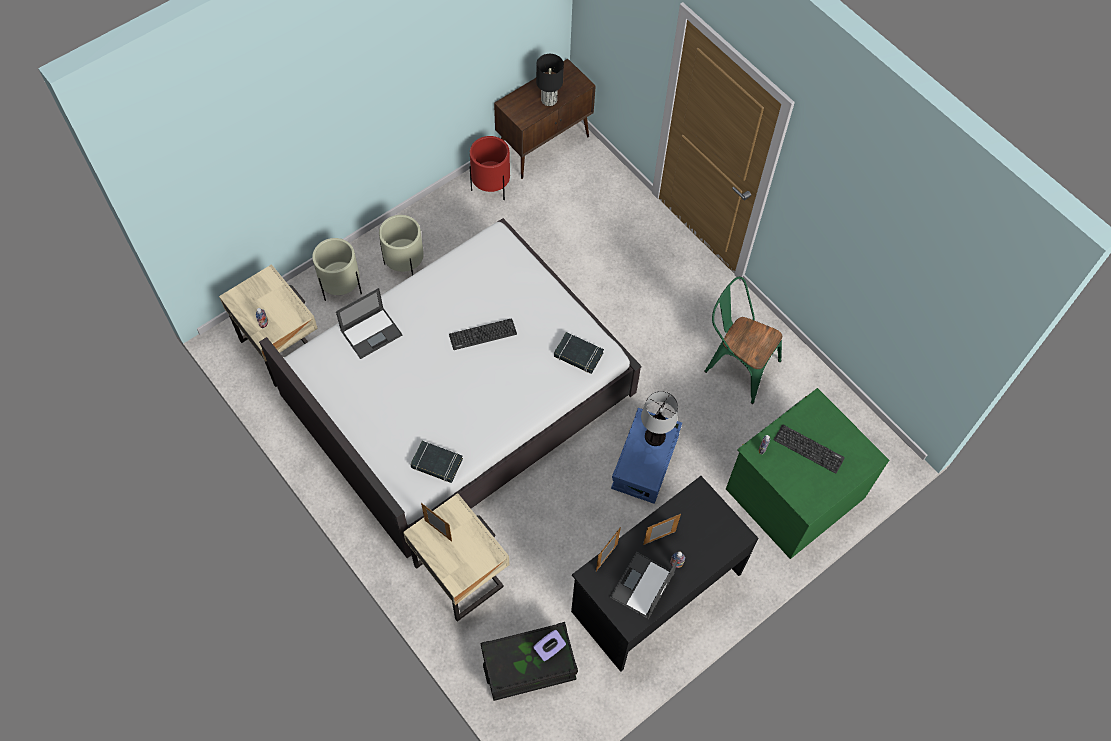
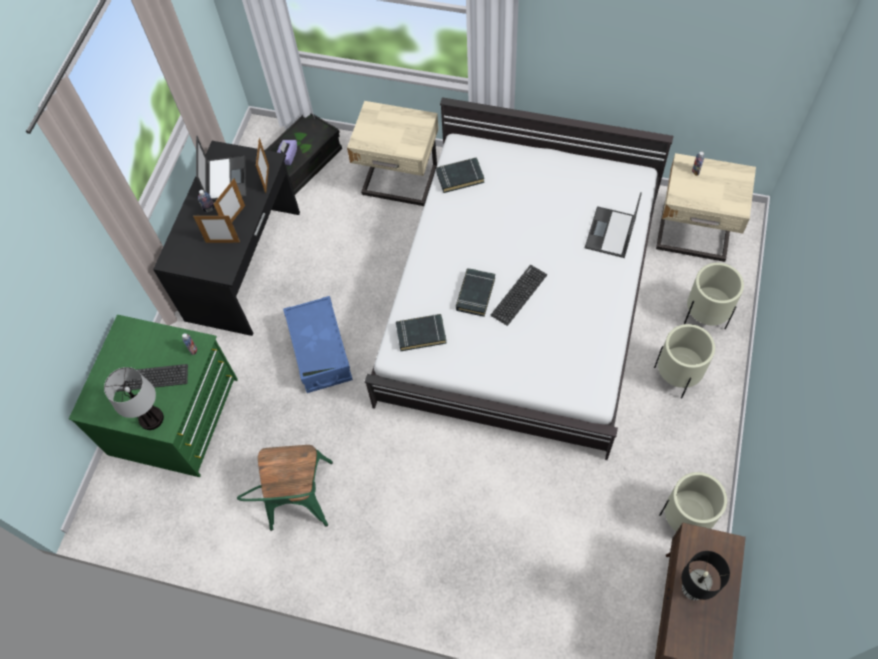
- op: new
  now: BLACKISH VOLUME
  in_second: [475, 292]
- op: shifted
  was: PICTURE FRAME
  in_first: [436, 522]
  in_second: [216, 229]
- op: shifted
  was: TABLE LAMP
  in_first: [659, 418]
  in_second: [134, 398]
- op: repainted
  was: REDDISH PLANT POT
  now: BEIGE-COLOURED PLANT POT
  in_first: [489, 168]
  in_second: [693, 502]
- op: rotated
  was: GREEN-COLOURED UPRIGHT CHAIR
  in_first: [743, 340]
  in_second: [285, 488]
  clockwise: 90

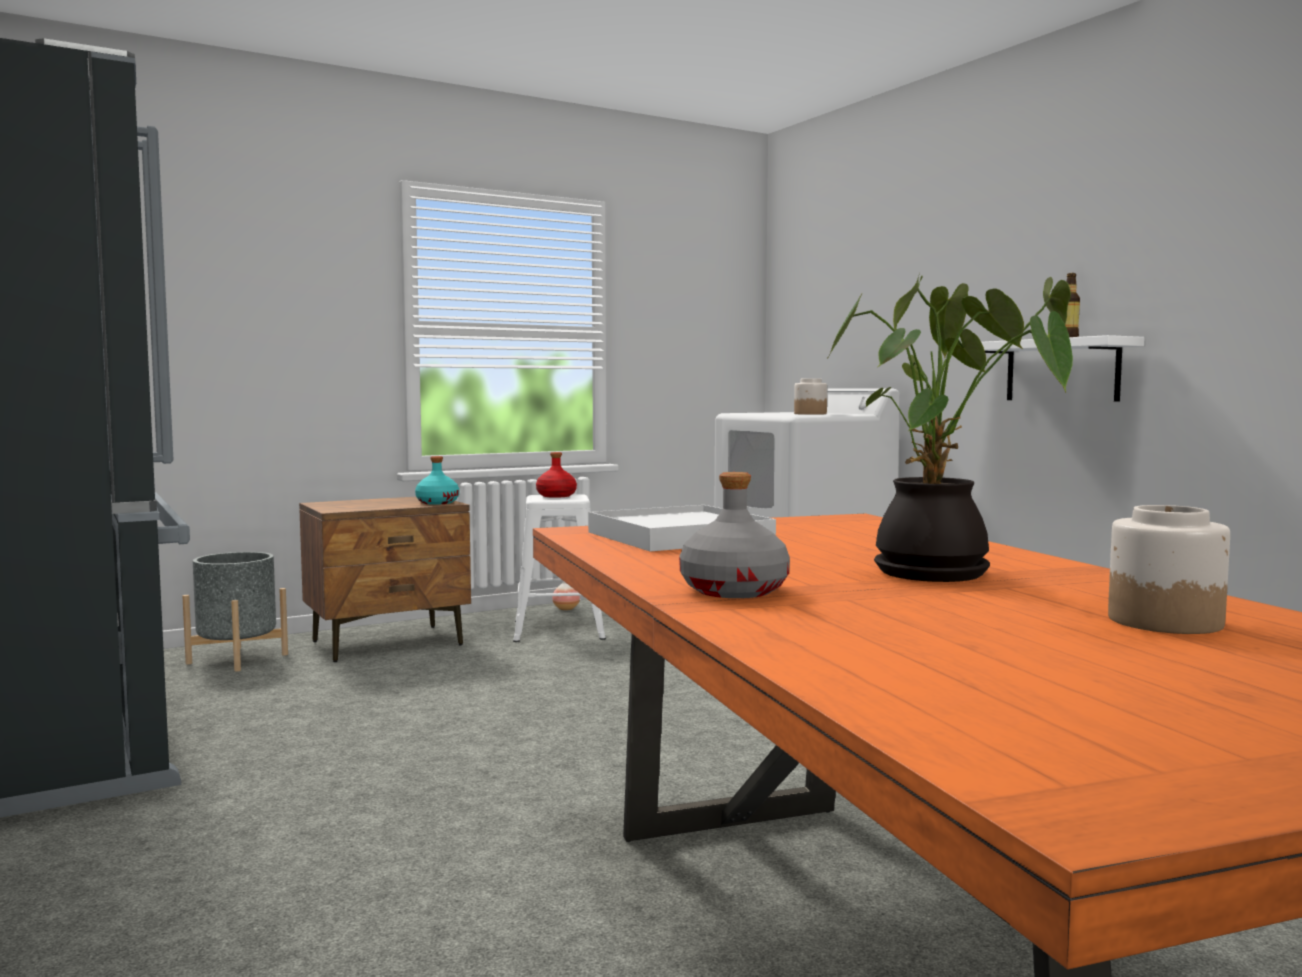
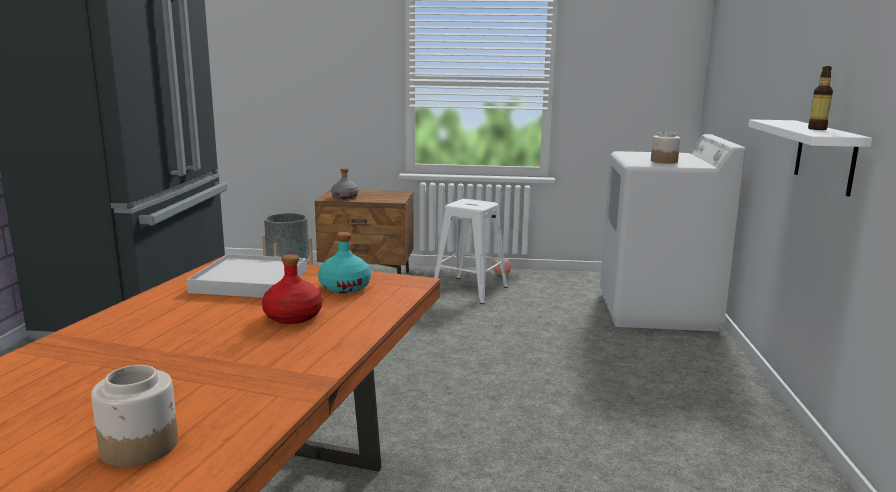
- op: gone
  was: PLANT IN A POT
  in_first: [950, 427]
- op: shifted
  was: TURQUOISE DRINK BOTTLE
  in_first: [437, 480]
  in_second: [344, 262]
- op: shifted
  was: REDDISH DRINK BOTTLE
  in_first: [556, 475]
  in_second: [292, 289]
- op: shifted
  was: GREYISH DRINK BOTTLE
  in_first: [734, 535]
  in_second: [345, 183]

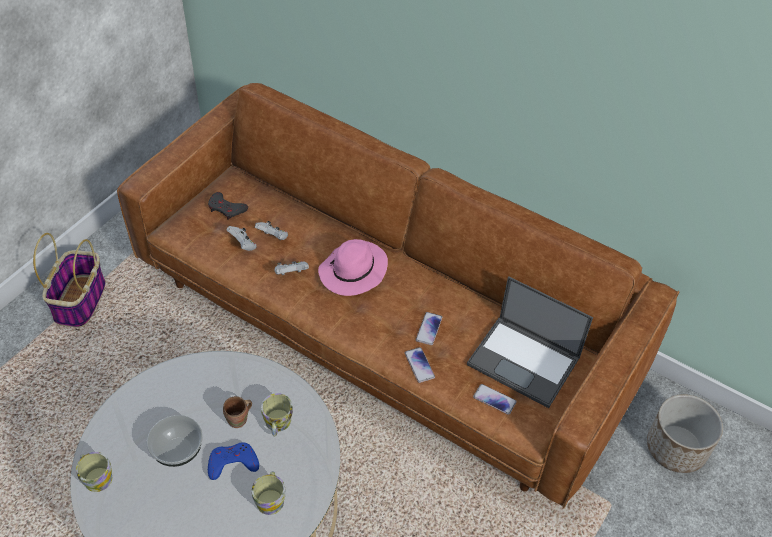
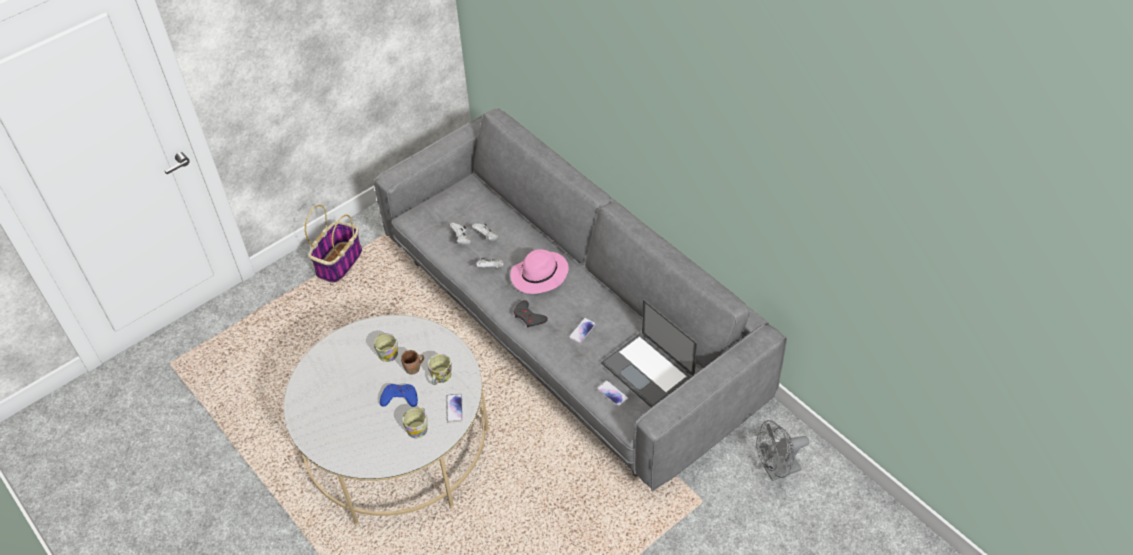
- op: gone
  was: BOWL
  in_first: [175, 441]
- op: shifted
  was: COFFEE MUG
  in_first: [94, 472]
  in_second: [386, 347]
- op: shifted
  was: GREYISH GAMEPAD
  in_first: [228, 206]
  in_second: [531, 314]
- op: shifted
  was: HANDSET
  in_first: [420, 365]
  in_second: [455, 408]
- op: swapped
  was: PLANT POT
  now: GREYISH COOLING FAN
  in_first: [685, 433]
  in_second: [782, 450]
- op: repainted
  was: BROWNISH COUCH
  now: GREYISH COUCH
  in_first: [398, 295]
  in_second: [580, 299]

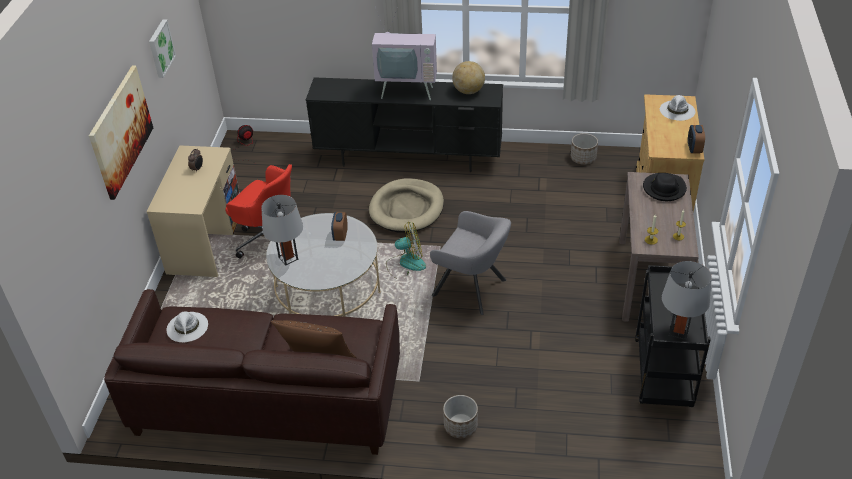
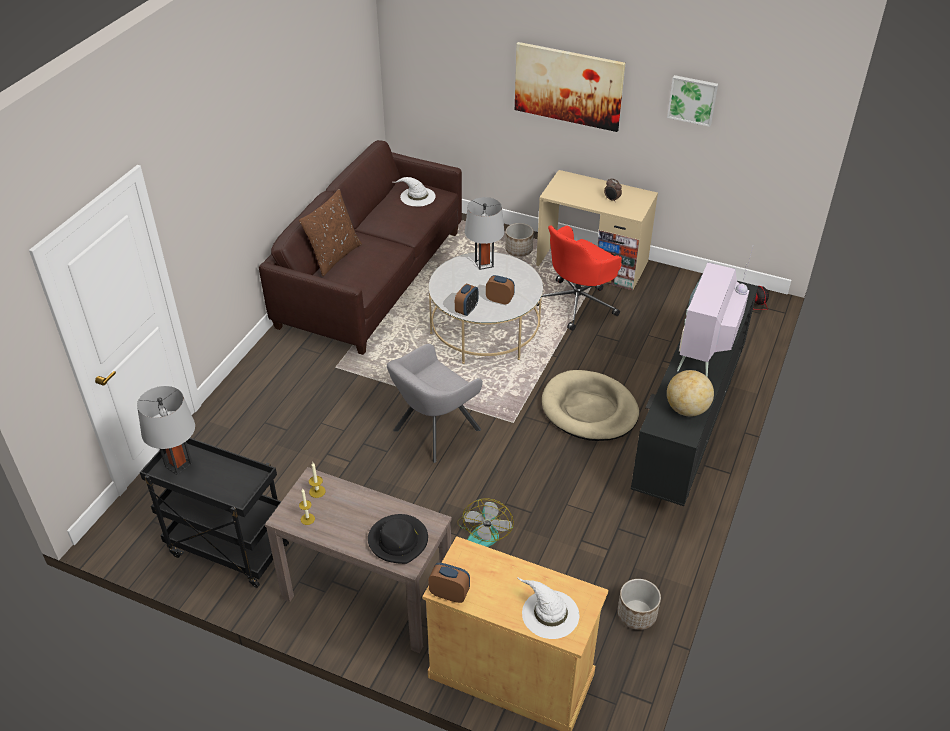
- op: new
  now: ALARM CLOCK
  in_second: [466, 300]
- op: shifted
  was: COOLING FAN
  in_first: [406, 249]
  in_second: [485, 522]
- op: shifted
  was: PLANT POT
  in_first: [460, 416]
  in_second: [519, 240]

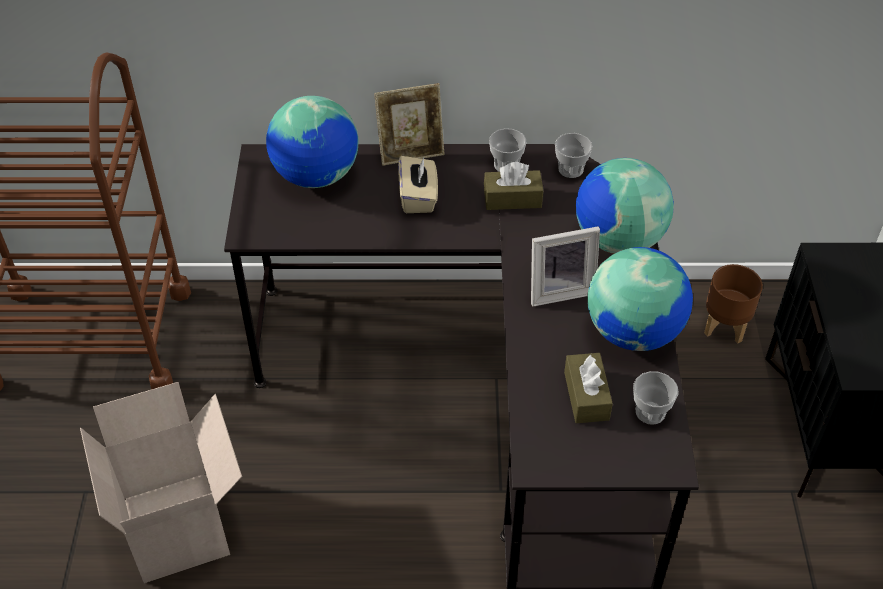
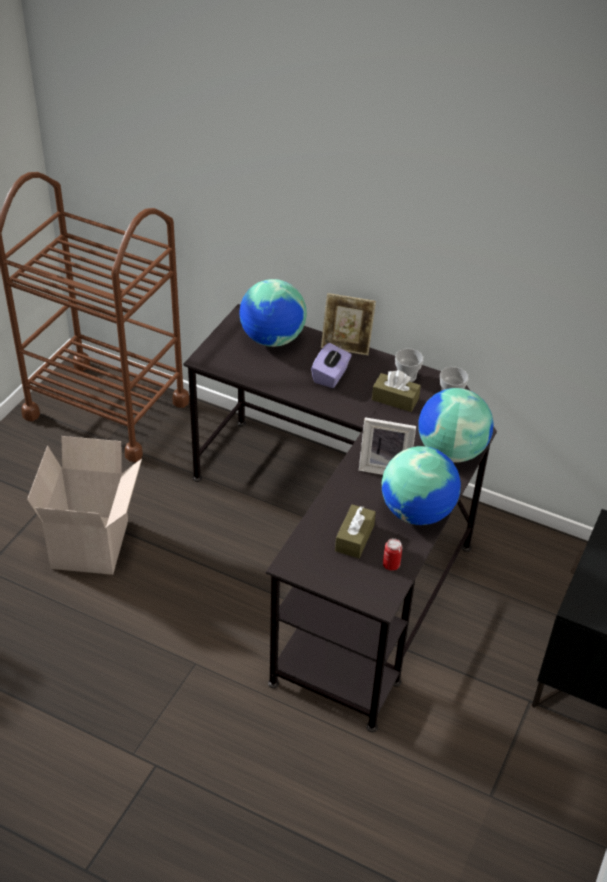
- op: gone
  was: BROWNISH PLANT POT
  in_first: [733, 304]
- op: swapped
  was: CUP
  now: SEALED CAN
  in_first: [656, 397]
  in_second: [393, 554]
- op: repainted
  was: BEIGE-COLOURED TISSUE HOLDER
  now: PURPLISH TISSUE HOLDER
  in_first: [418, 184]
  in_second: [331, 365]

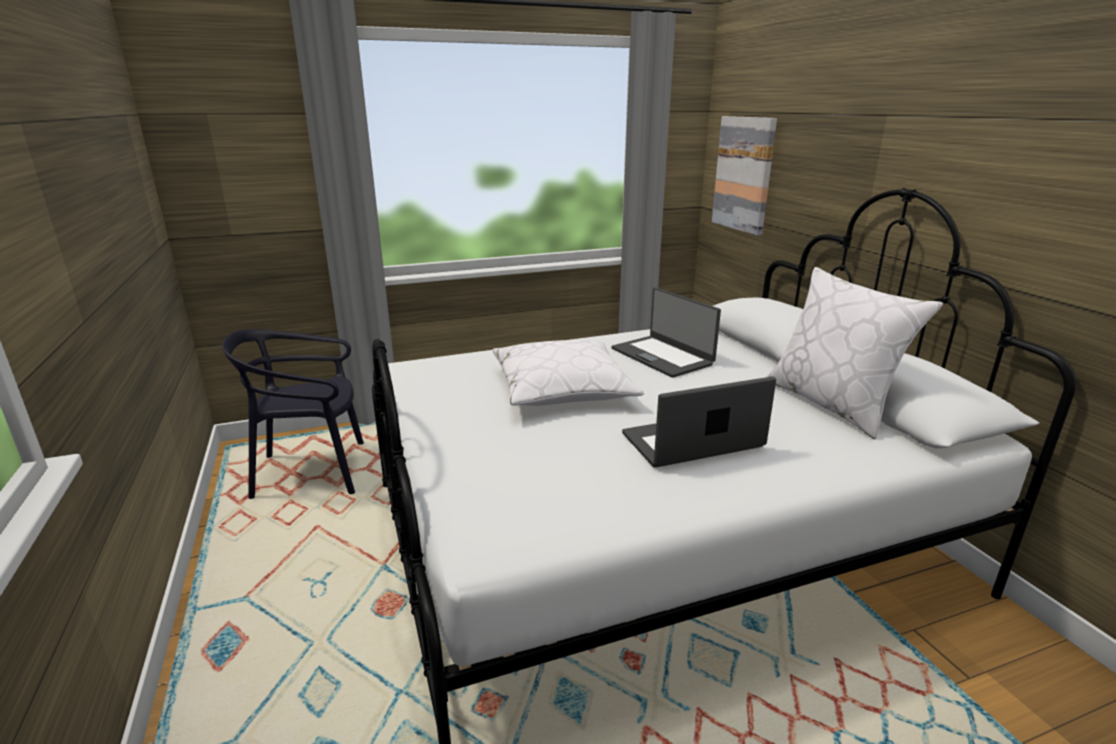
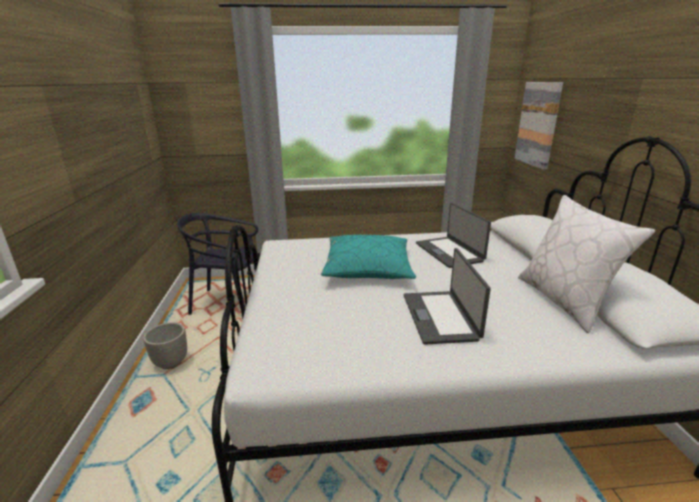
- op: new
  now: PLANT POT
  in_second: [165, 345]
- op: repainted
  was: WHITE-COLOURED CUSHION
  now: TURQUOISE CUSHION
  in_first: [568, 373]
  in_second: [368, 257]
- op: rotated
  was: NOTEBOOK COMPUTER
  in_first: [699, 422]
  in_second: [447, 296]
  clockwise: -90

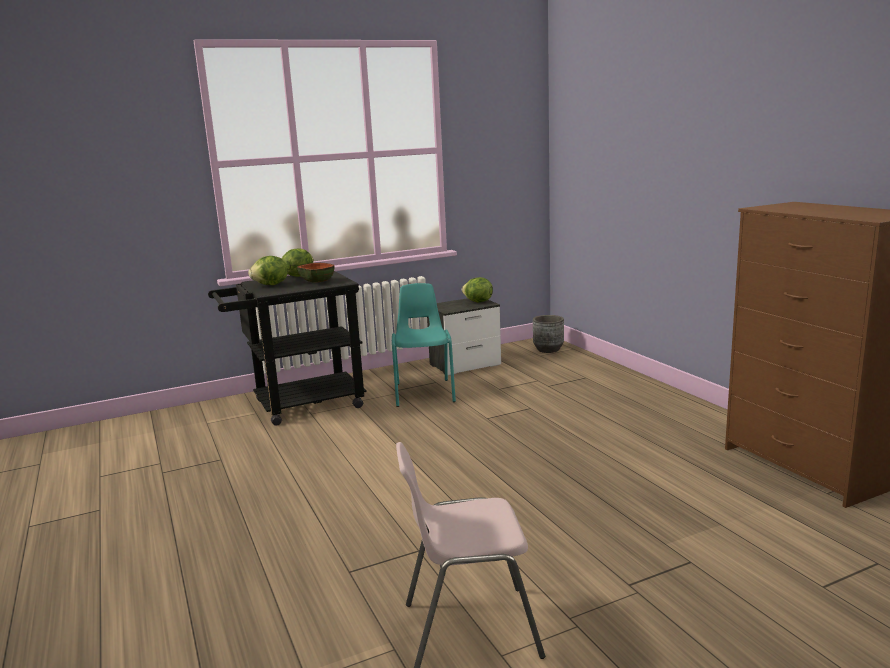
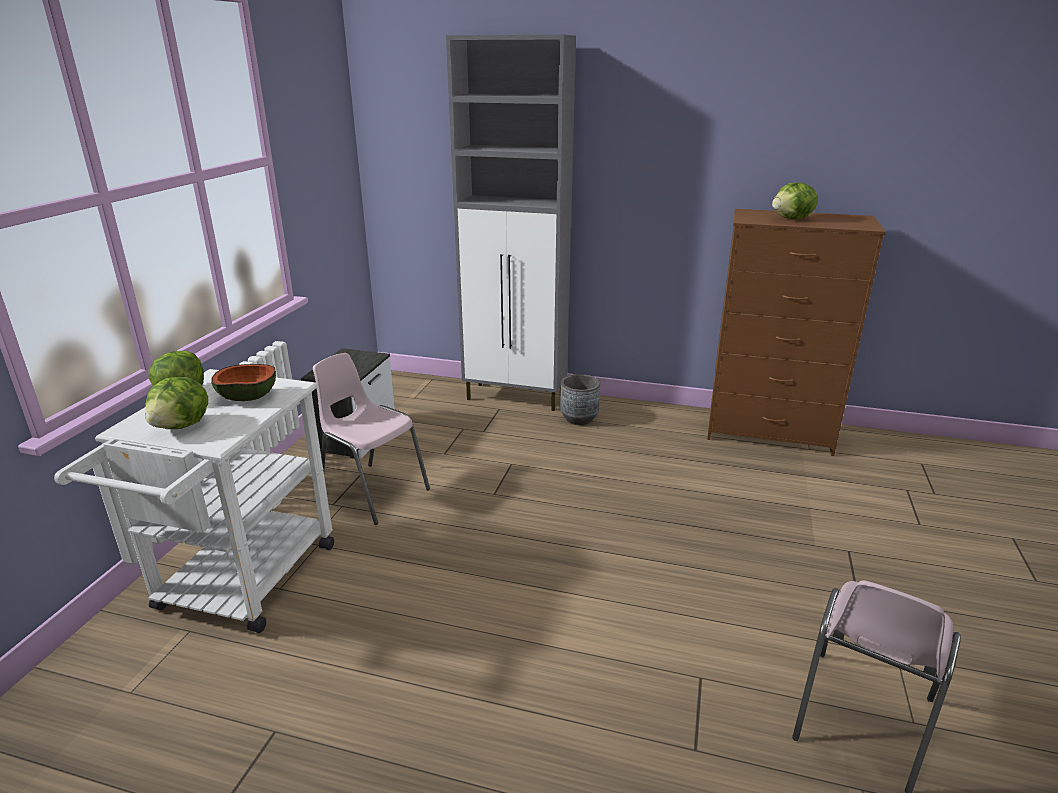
- op: new
  now: GREYISH STORAGE CABINET
  in_second: [511, 223]
- op: shifted
  was: HEAD OF LETTUCE
  in_first: [477, 290]
  in_second: [795, 200]
- op: shifted
  was: GREYISH PLANT POT
  in_first: [548, 334]
  in_second: [580, 399]
- op: repainted
  was: BLACKISH CART
  now: WHITE-COLOURED CART
  in_first: [287, 348]
  in_second: [194, 501]
- op: repainted
  was: TURQUOISE UPRIGHT CHAIR
  now: PINKISH UPRIGHT CHAIR
  in_first: [424, 345]
  in_second: [371, 439]

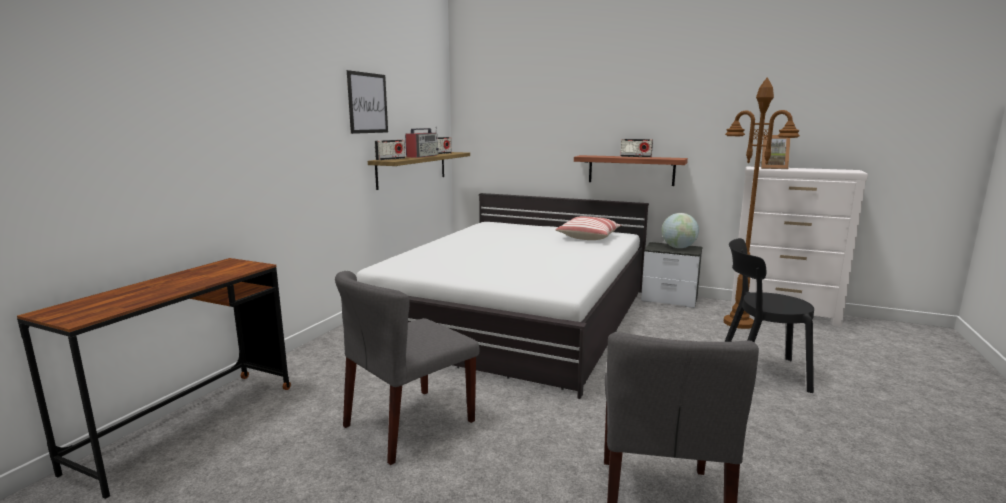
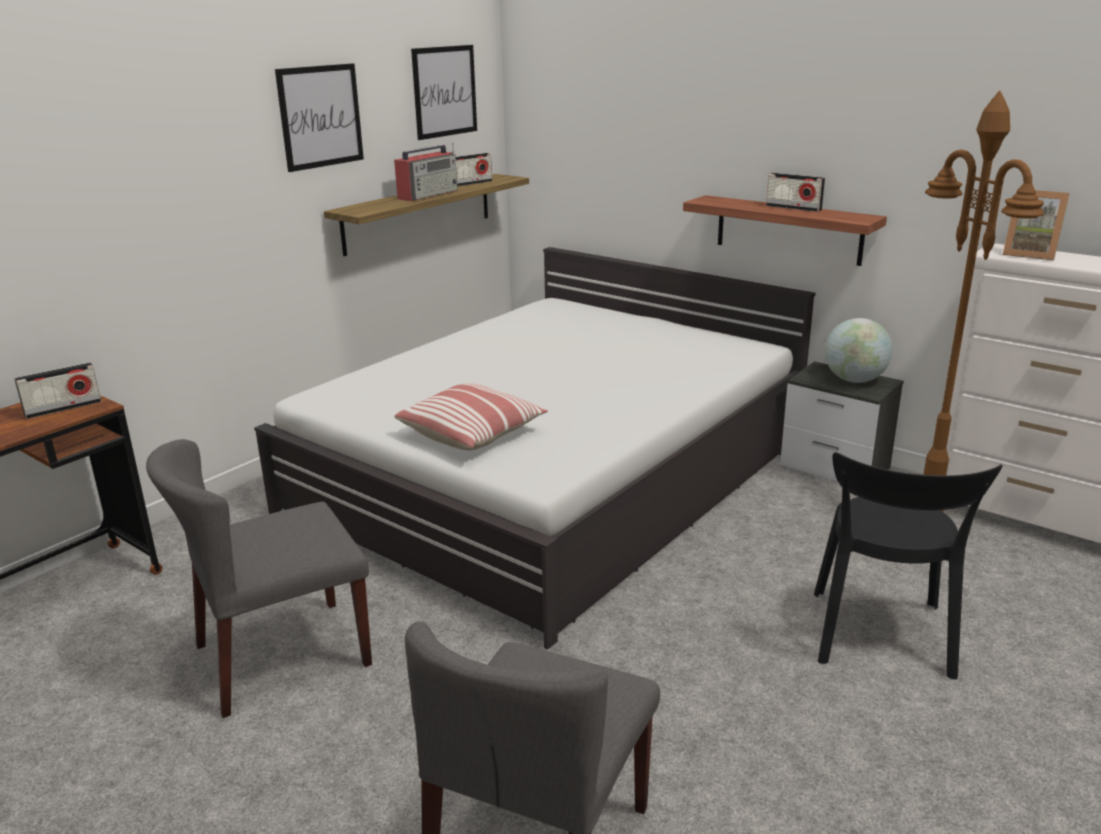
- op: new
  now: PICTURE
  in_second: [444, 92]
- op: shifted
  was: RADIO RECEIVER
  in_first: [390, 150]
  in_second: [57, 390]
- op: shifted
  was: CUSHION
  in_first: [588, 228]
  in_second: [471, 416]
- op: rotated
  was: BLACKISH UPRIGHT CHAIR
  in_first: [769, 315]
  in_second: [908, 565]
  clockwise: -105

